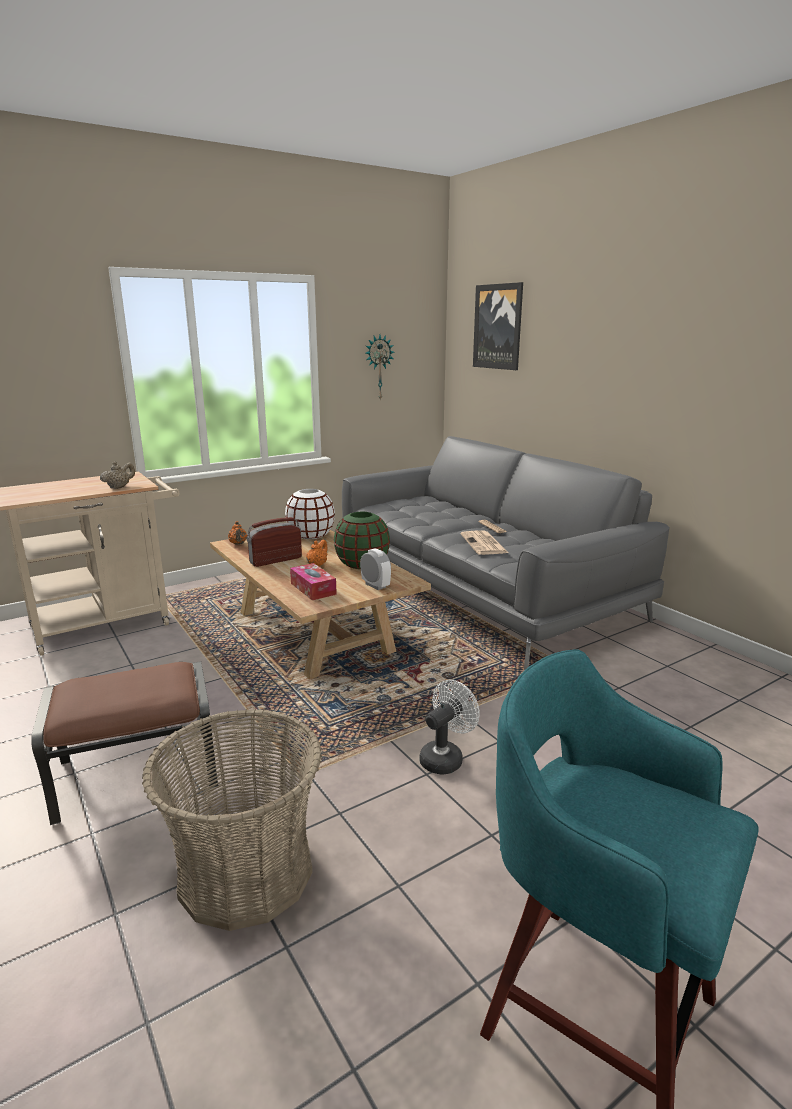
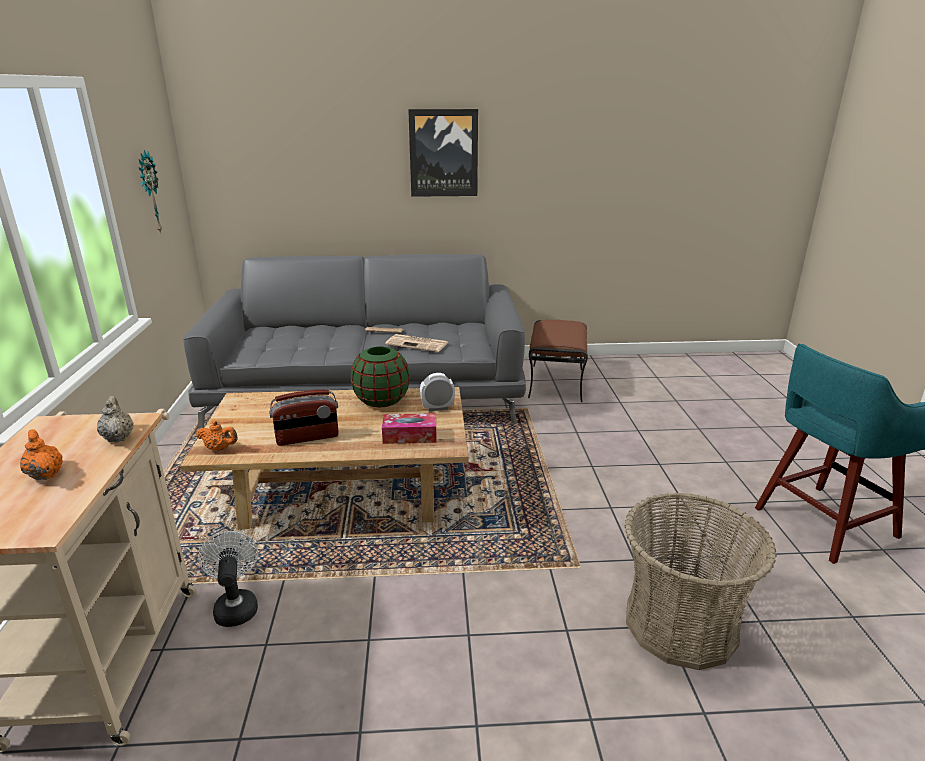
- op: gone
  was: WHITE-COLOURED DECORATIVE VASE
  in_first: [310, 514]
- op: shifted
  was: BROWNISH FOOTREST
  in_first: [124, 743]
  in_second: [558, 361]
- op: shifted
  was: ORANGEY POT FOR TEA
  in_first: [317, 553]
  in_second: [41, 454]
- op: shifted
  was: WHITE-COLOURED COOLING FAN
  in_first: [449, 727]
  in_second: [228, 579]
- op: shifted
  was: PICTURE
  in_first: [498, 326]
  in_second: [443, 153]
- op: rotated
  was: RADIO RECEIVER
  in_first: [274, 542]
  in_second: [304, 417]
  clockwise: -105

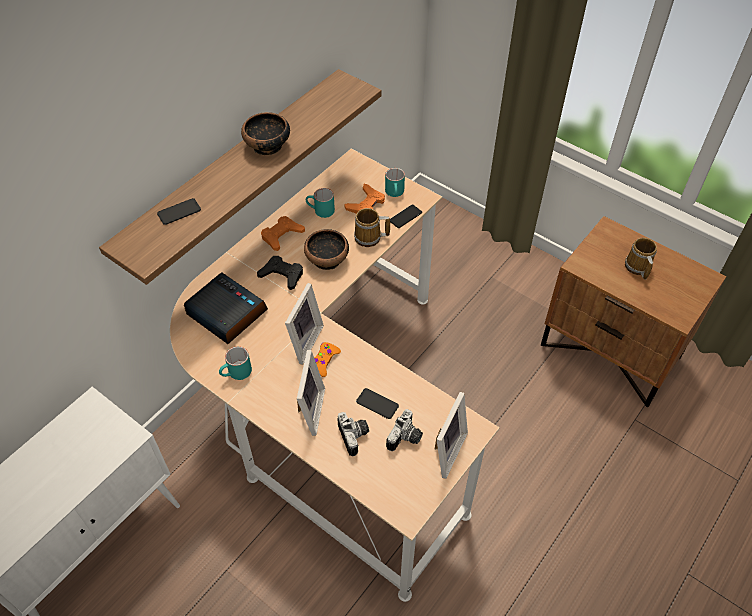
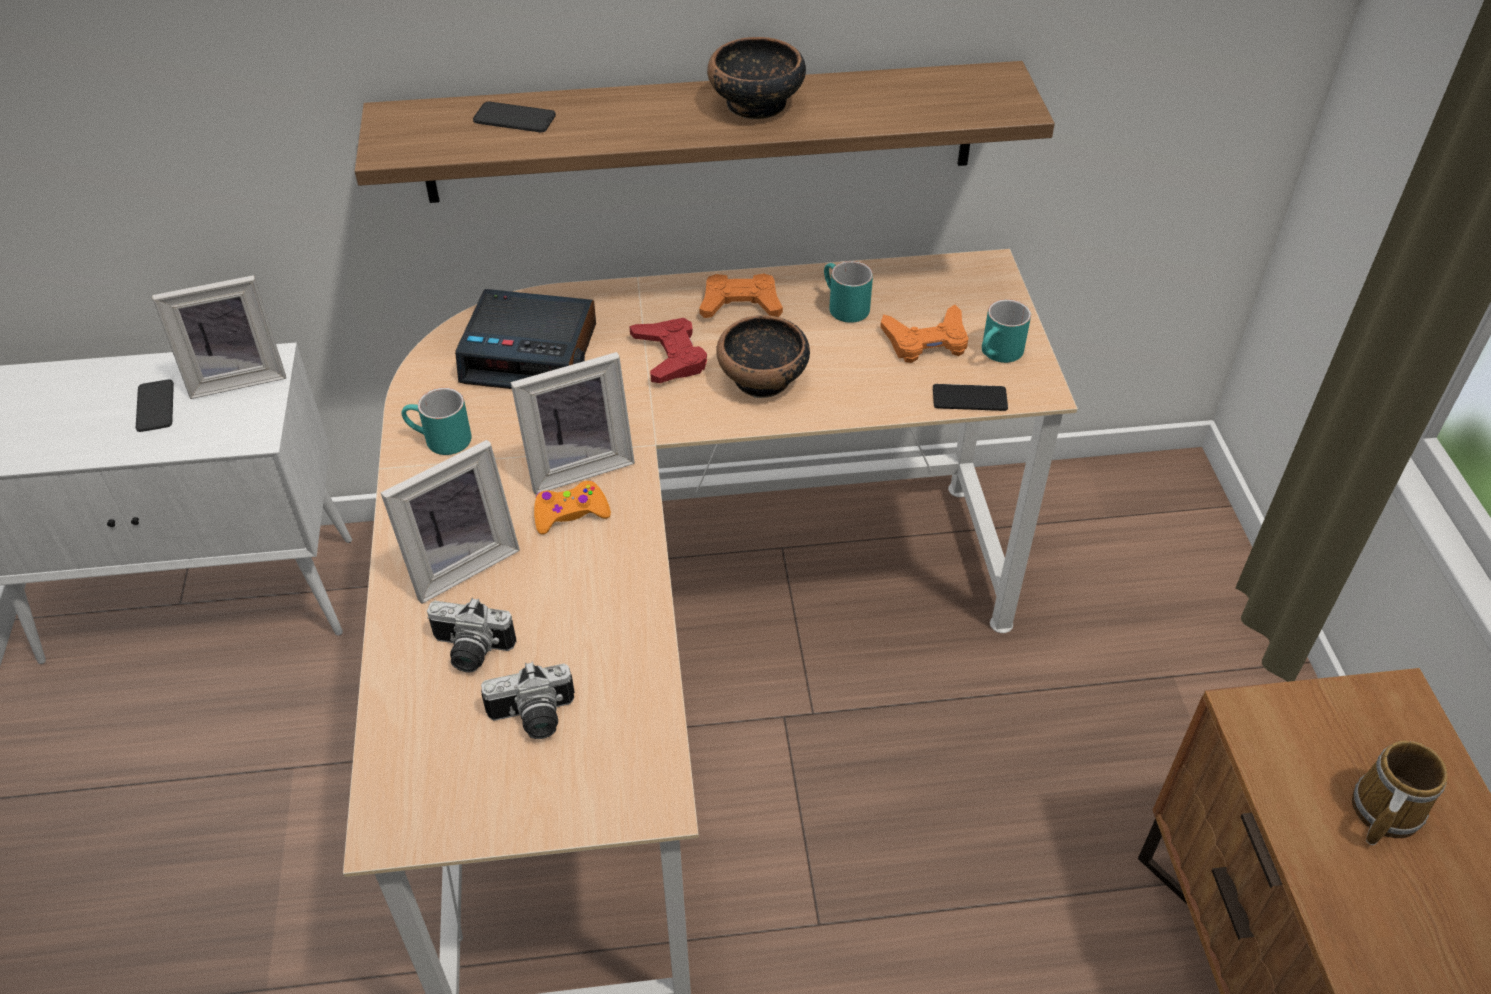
- op: gone
  was: COFFEE MUG
  in_first: [372, 227]
- op: shifted
  was: HANDSET
  in_first: [377, 403]
  in_second: [155, 405]
- op: shifted
  was: PICTURE FRAME
  in_first: [451, 435]
  in_second: [219, 337]
- op: repainted
  was: BLACKISH GAMEPAD
  now: REDDISH GAMEPAD
  in_first: [280, 273]
  in_second: [668, 350]
- op: rotated
  was: ALARM CLOCK
  in_first: [226, 308]
  in_second: [525, 339]
  clockwise: 105
- op: rotated
  was: PHOTO CAMERA
  in_first: [353, 434]
  in_second: [472, 635]
  clockwise: 75

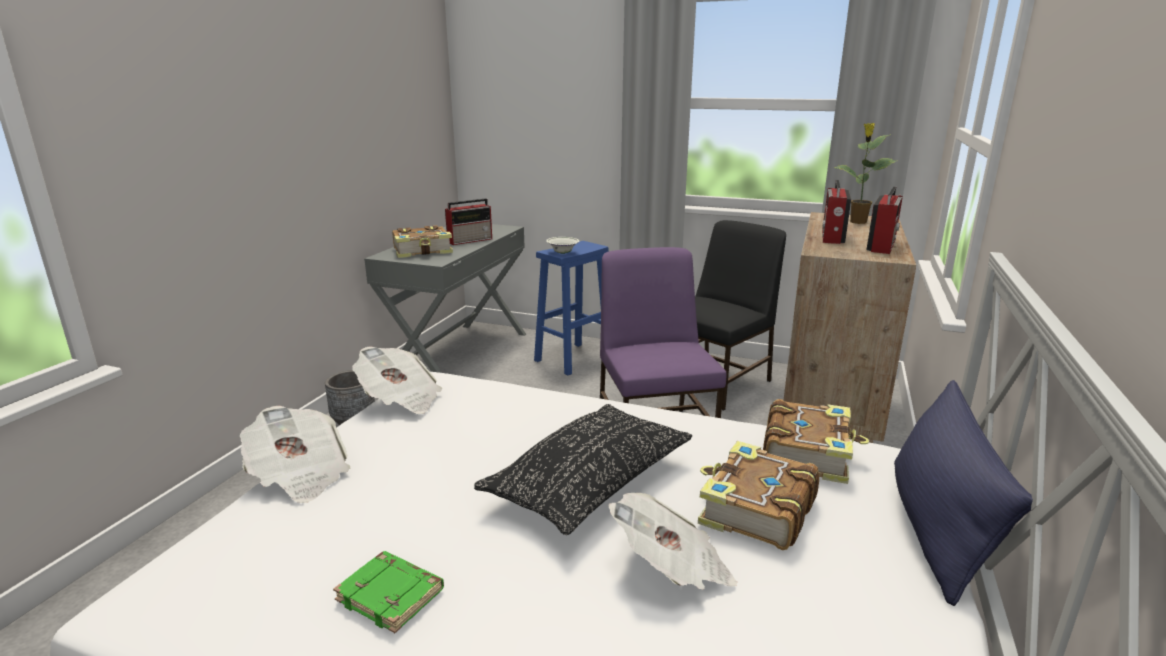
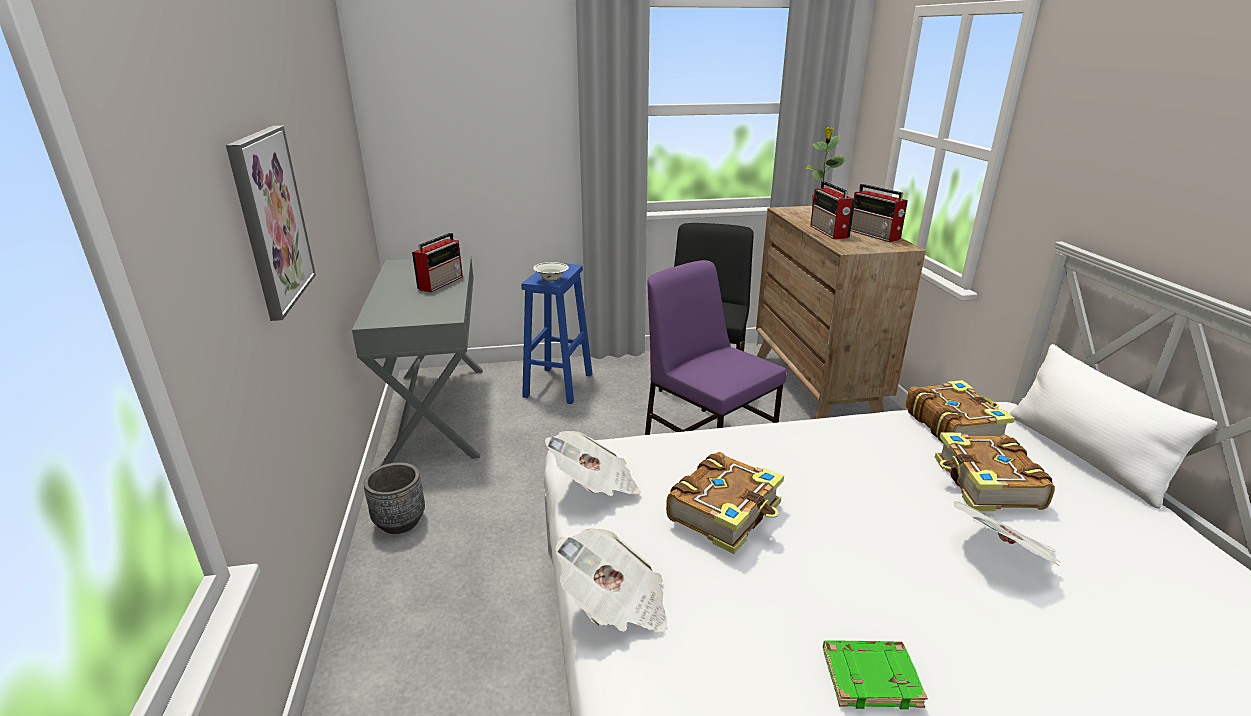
- op: gone
  was: BLACKISH CUSHION
  in_first: [583, 469]
- op: new
  now: PICTURE
  in_second: [271, 223]
- op: shifted
  was: VOLUME
  in_first: [422, 241]
  in_second: [725, 503]
- op: repainted
  was: BLUE-COLOURED CUSHION
  now: WHITE-COLOURED CUSHION
  in_first: [963, 493]
  in_second: [1113, 426]
- op: rotated
  was: RADIO RECEIVER
  in_first: [885, 220]
  in_second: [879, 213]
  clockwise: 150

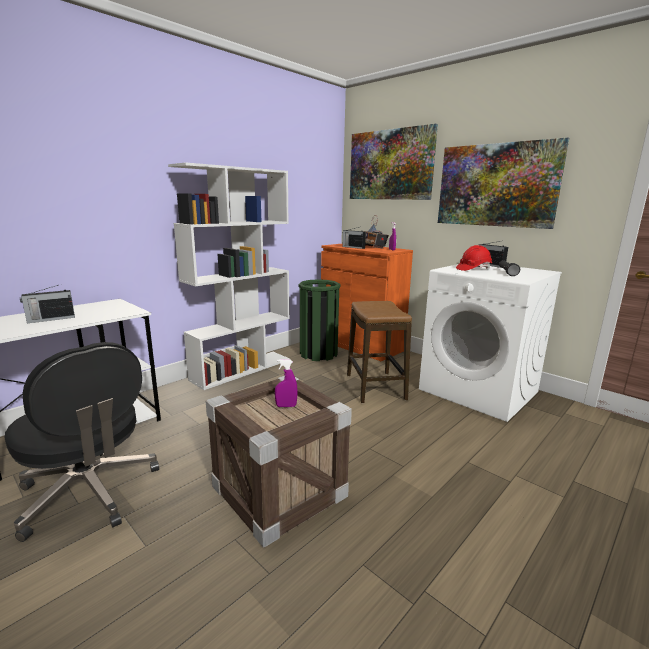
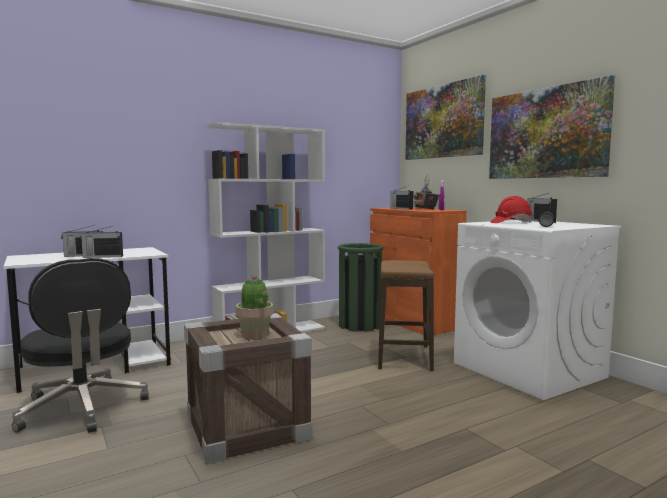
- op: new
  now: RADIO RECEIVER
  in_second: [101, 242]
- op: swapped
  was: PURPLISH SPRAY BOTTLE
  now: PLANT IN A POT
  in_first: [286, 383]
  in_second: [254, 307]

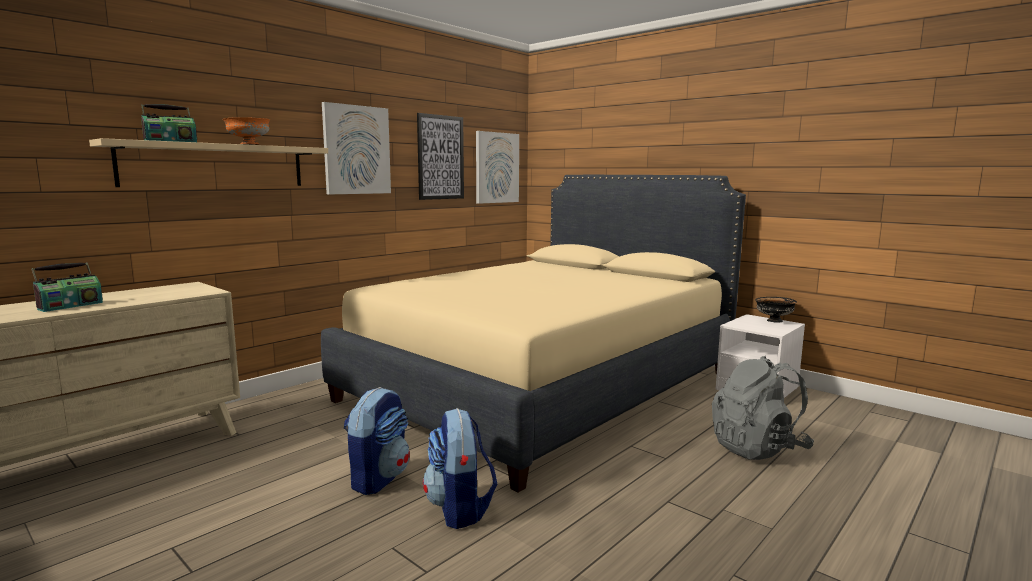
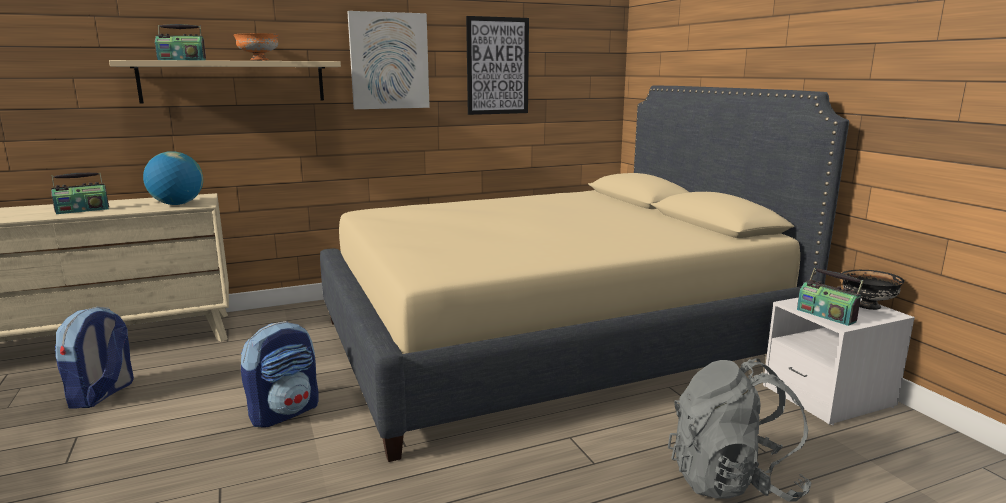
- op: gone
  was: PICTURE
  in_first: [497, 167]
- op: new
  now: GLOBE
  in_second: [173, 178]
- op: new
  now: RADIO RECEIVER
  in_second: [830, 297]
- op: shifted
  was: KNAPSACK
  in_first: [460, 468]
  in_second: [94, 357]

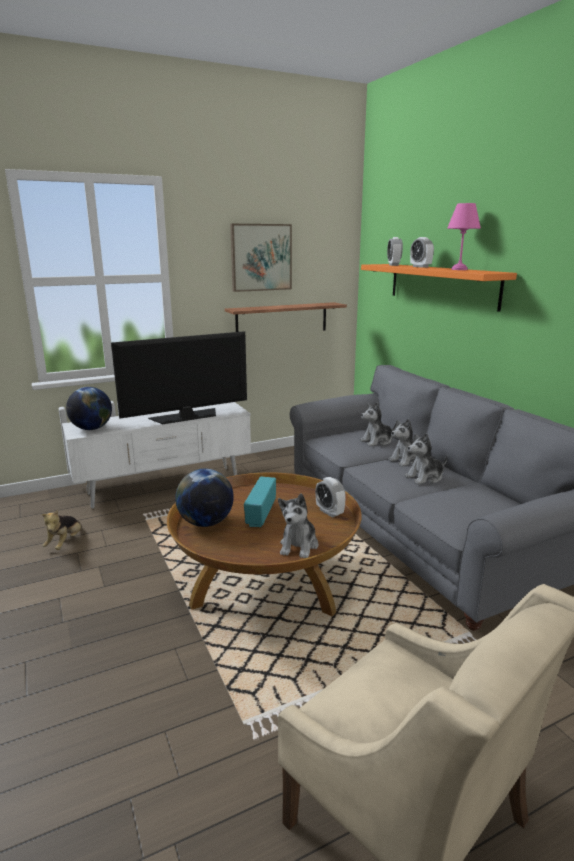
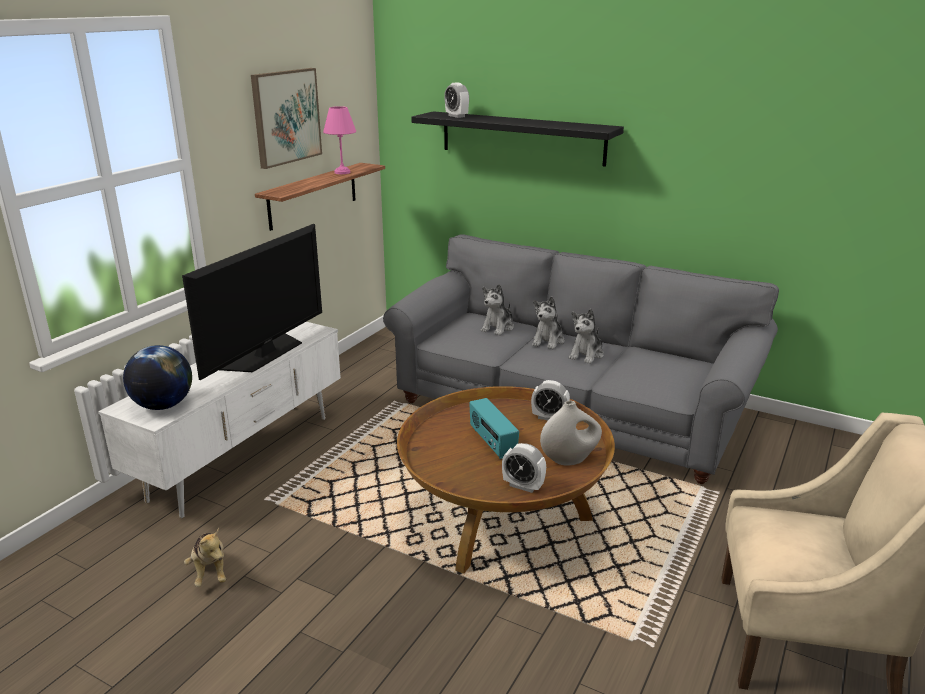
- op: gone
  was: GLOBE
  in_first: [204, 497]
- op: shifted
  was: ALARM CLOCK
  in_first: [422, 252]
  in_second: [524, 468]
- op: shifted
  was: PINKISH TABLE LAMP
  in_first: [464, 236]
  in_second: [339, 140]
- op: swapped
  was: PLUSH TOY
  now: WHITE-COLOURED DECORATIVE VASE
  in_first: [298, 525]
  in_second: [571, 433]
- op: repainted
  was: ORANGEY SHELF
  now: BLACKISH SHELF
  in_first: [439, 288]
  in_second: [517, 139]

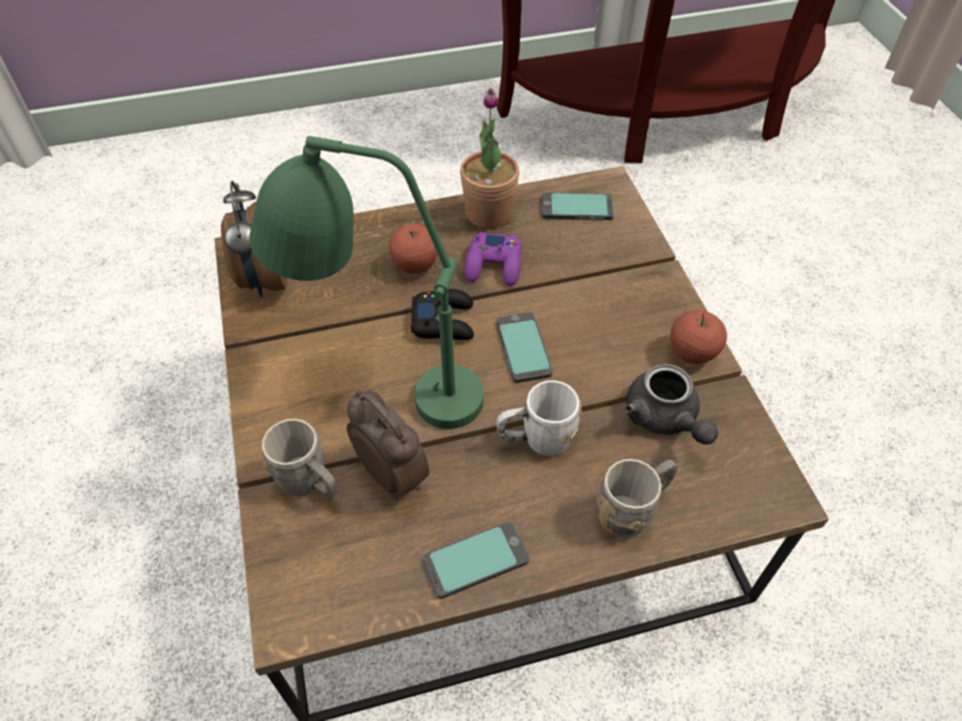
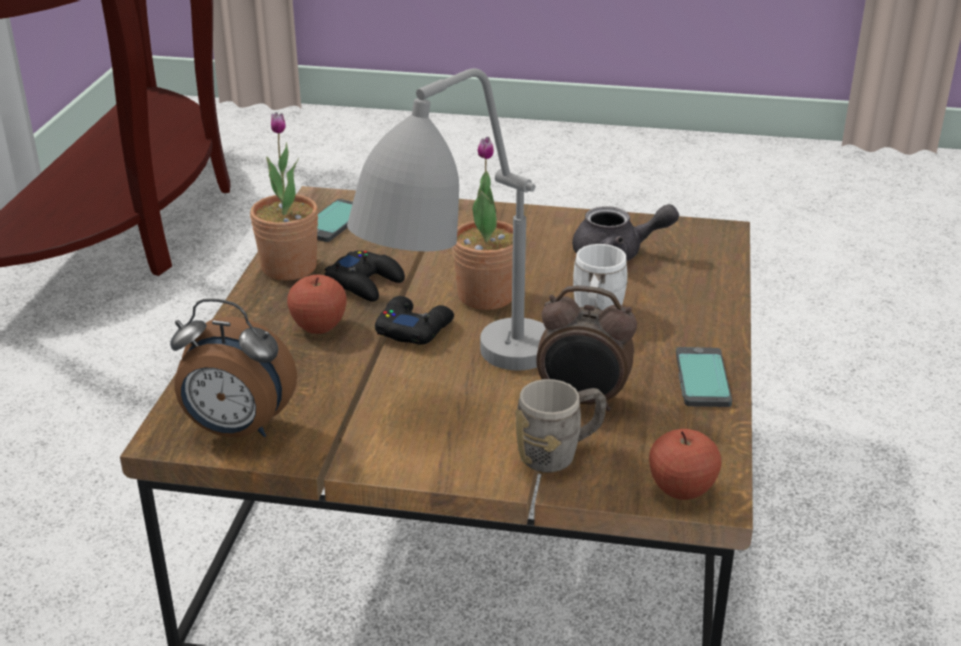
- op: gone
  was: GREYISH COFFEE MUG
  in_first: [637, 498]
- op: shifted
  was: WHOLE APPLE
  in_first: [698, 337]
  in_second: [685, 464]
- op: swapped
  was: HANDSET
  now: PLANT IN A POT
  in_first: [524, 347]
  in_second: [482, 223]
- op: repainted
  was: GREEN-COLOURED TABLE LAMP
  now: GREYISH TABLE LAMP
  in_first: [366, 282]
  in_second: [446, 219]
- op: repainted
  was: PURPLISH GAMEPAD
  now: BLACKISH GAMEPAD
  in_first: [493, 259]
  in_second: [365, 276]
- op: rotated
  was: ALARM CLOCK
  in_first: [388, 445]
  in_second: [586, 348]
  clockwise: -150

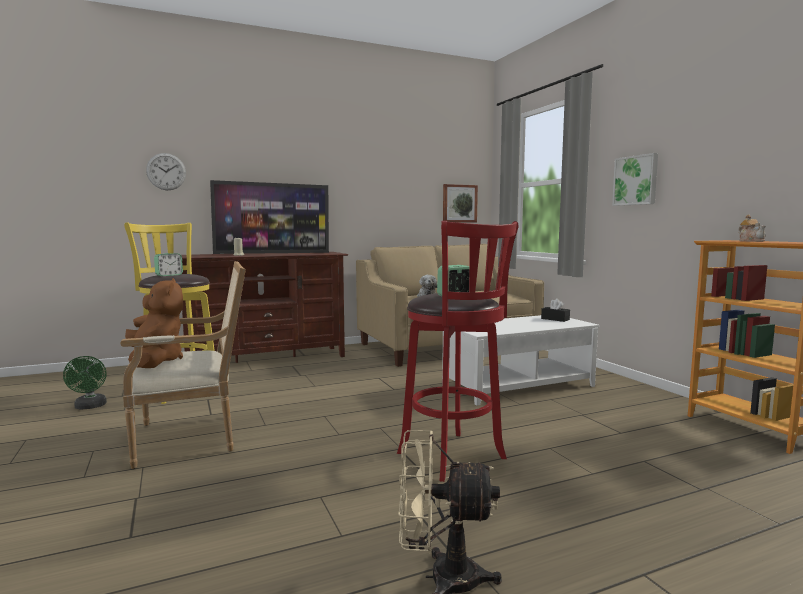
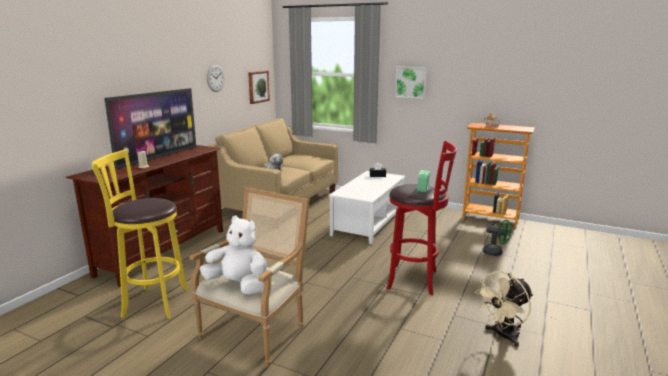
- op: gone
  was: ALARM CLOCK
  in_first: [168, 264]
- op: shifted
  was: GREEN-COLOURED COOLING FAN
  in_first: [85, 382]
  in_second: [497, 238]
- op: shifted
  was: HANGING CLOCK
  in_first: [166, 171]
  in_second: [216, 78]
- op: repainted
  was: BROWNISH PLUSH TOY
  now: WHITE-COLOURED PLUSH TOY
  in_first: [154, 323]
  in_second: [233, 255]

